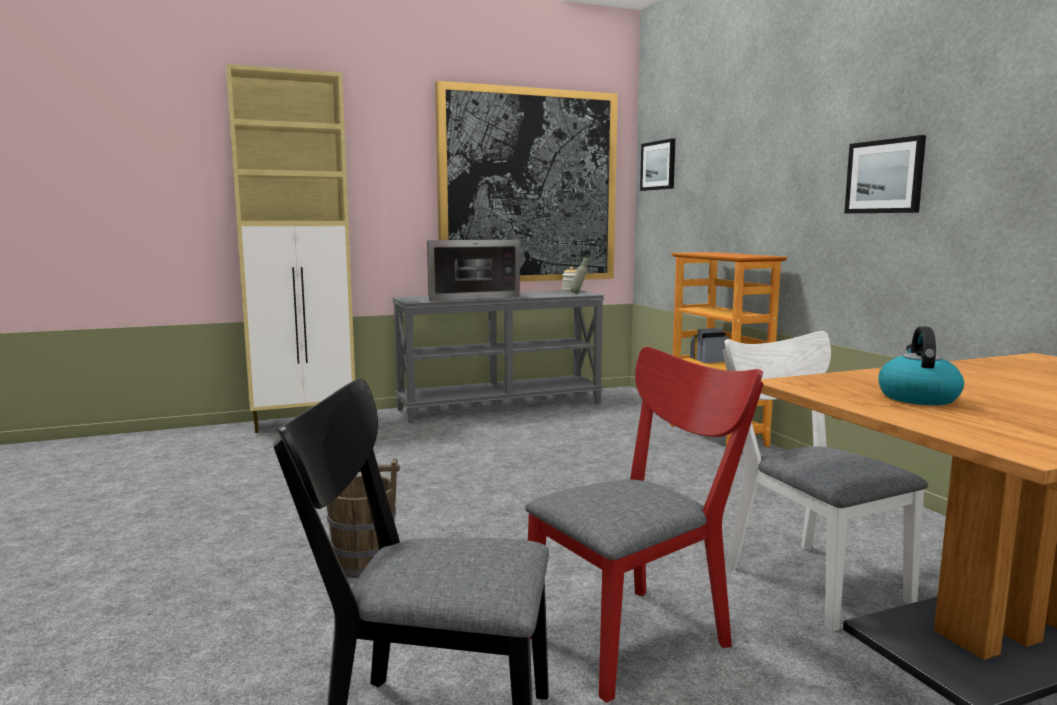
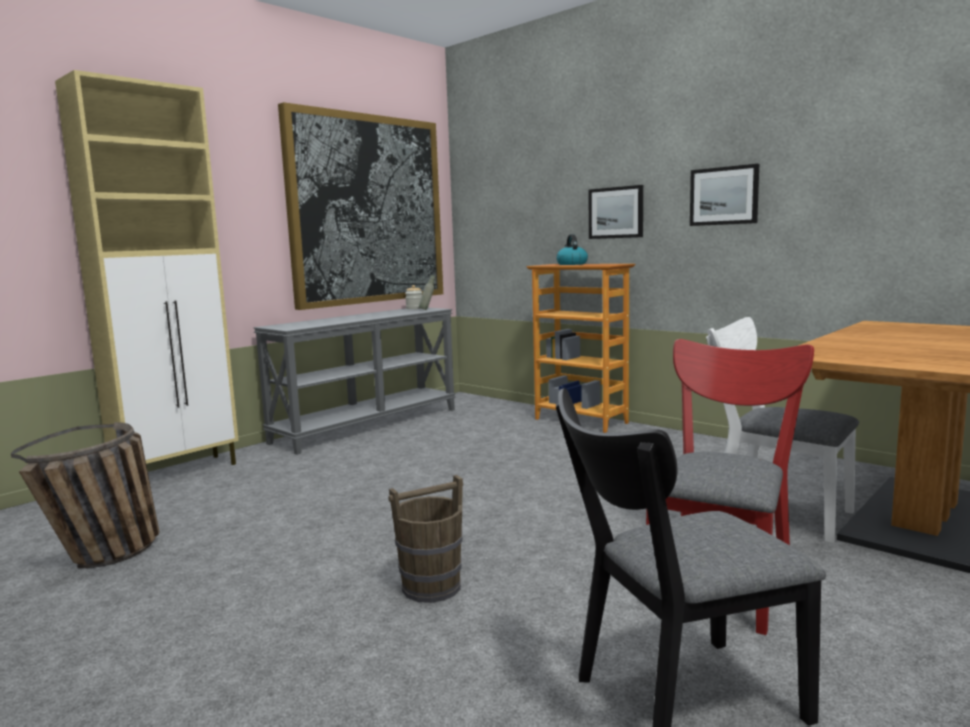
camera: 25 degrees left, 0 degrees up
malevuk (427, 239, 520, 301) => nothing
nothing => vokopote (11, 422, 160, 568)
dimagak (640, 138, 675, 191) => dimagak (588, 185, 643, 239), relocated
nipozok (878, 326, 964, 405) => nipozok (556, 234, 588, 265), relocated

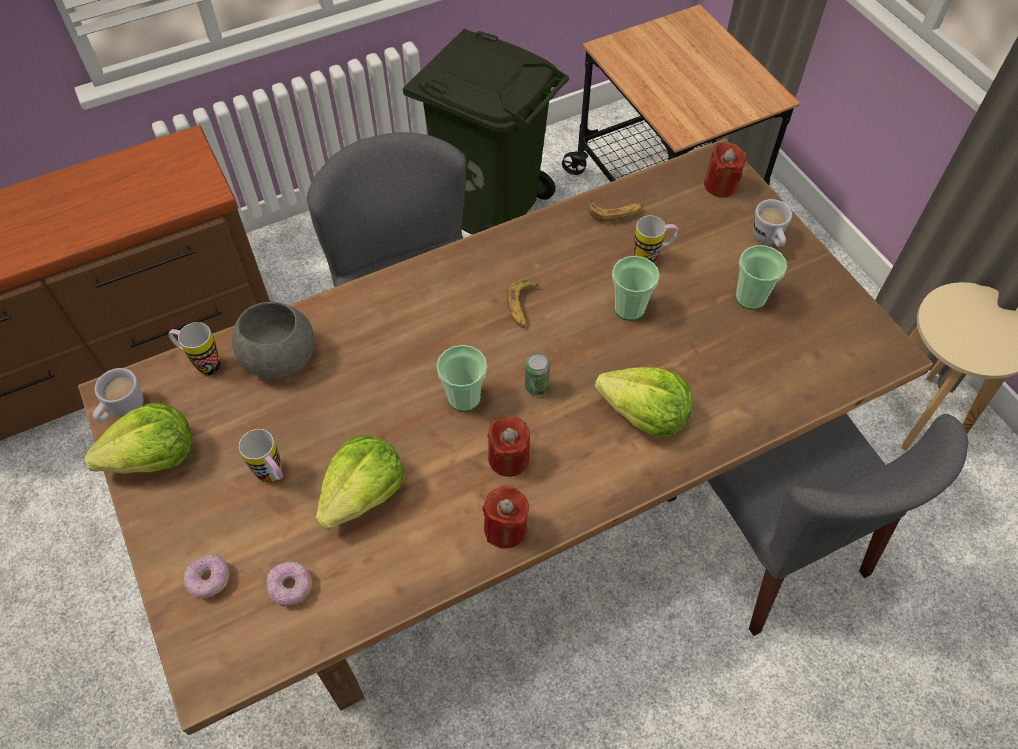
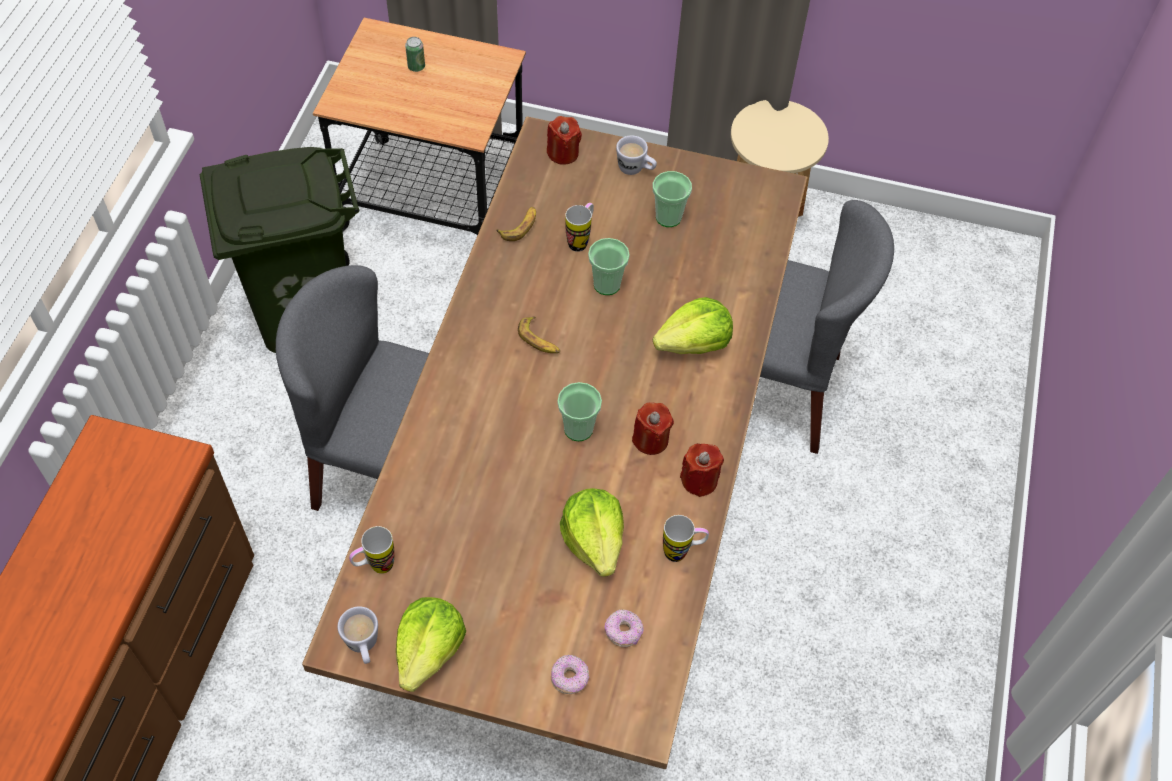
camera: 50 degrees left, 0 degrees up
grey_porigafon (232, 302, 315, 379) => nothing
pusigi (239, 429, 283, 483) => pusigi (663, 515, 709, 562), relocated
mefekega (525, 353, 550, 396) => mefekega (405, 37, 425, 72), relocated

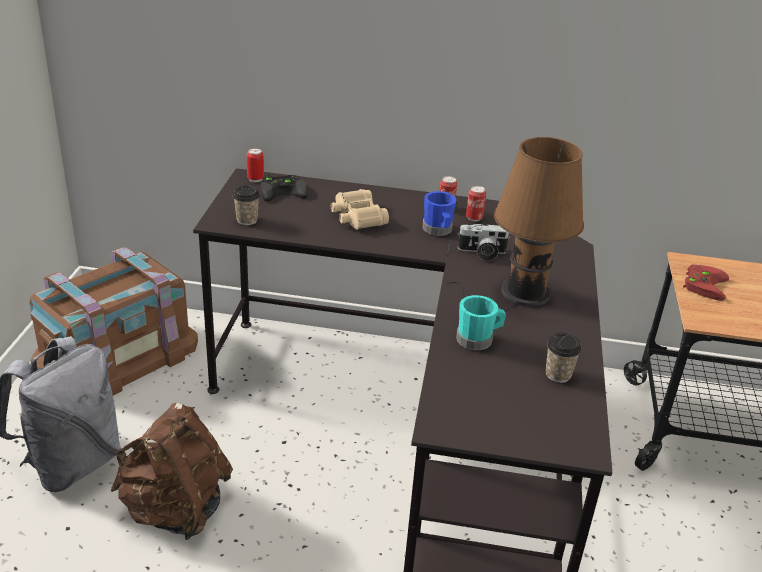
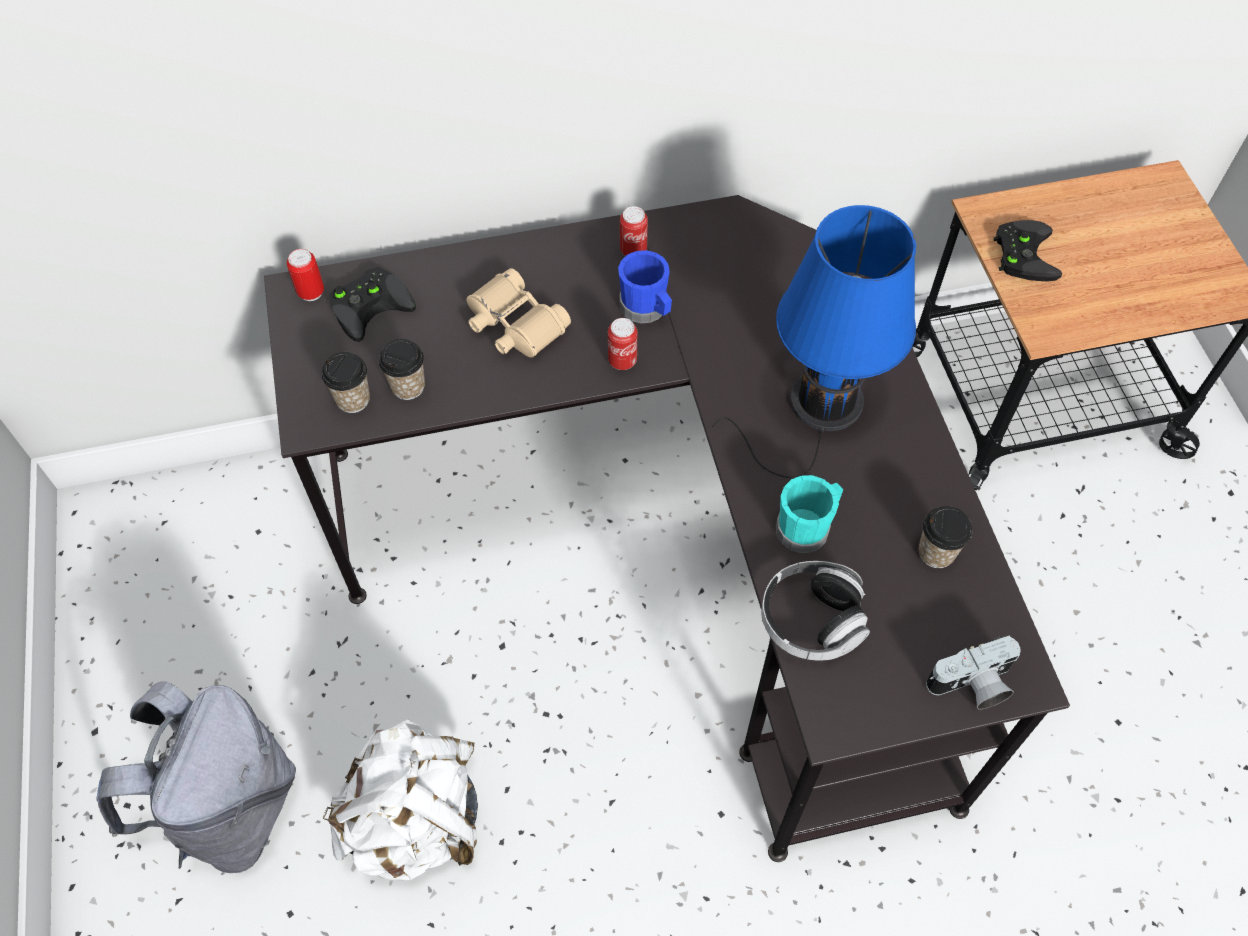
camera: 20 degrees left, 25 degrees up
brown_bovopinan (29, 247, 198, 395) => nothing
nothing => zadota (379, 339, 425, 400)
nothing => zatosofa (761, 561, 870, 660)
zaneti (457, 224, 509, 261) => zaneti (926, 635, 1021, 709), relocated
mefekega (466, 186, 486, 221) => mefekega (608, 318, 637, 370), relocated
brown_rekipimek (111, 403, 233, 540) => white_rekipimek (323, 719, 478, 881)
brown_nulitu (446, 137, 584, 312) => blue_nulitu (712, 205, 916, 478)
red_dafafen (683, 264, 729, 301) => black_dafafen (993, 220, 1062, 281)

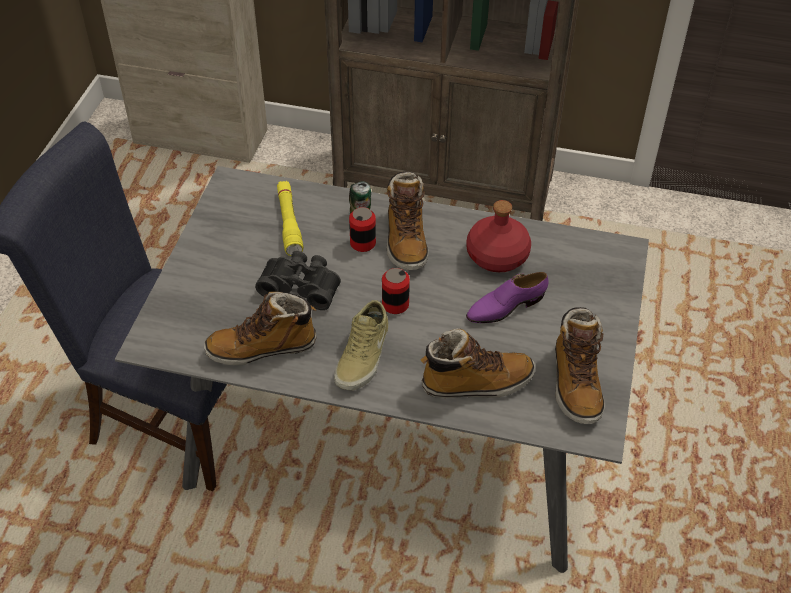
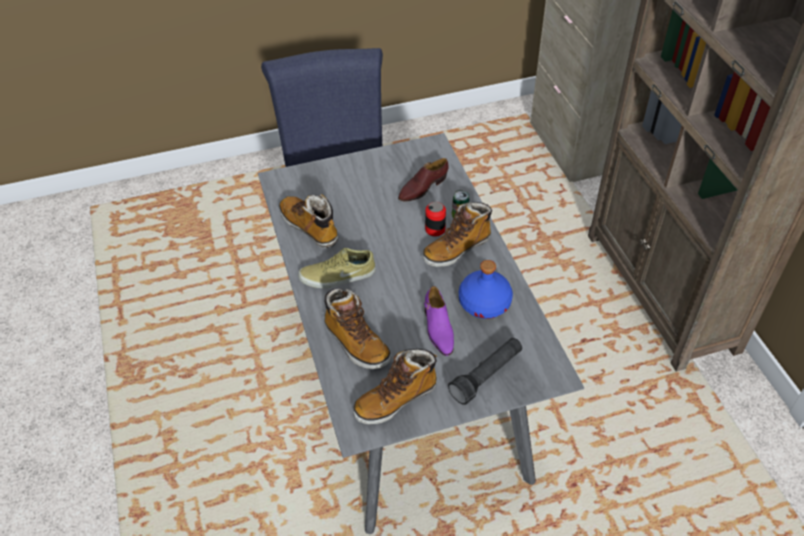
camera: 60 degrees right, 0 degrees up
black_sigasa (255, 251, 341, 310) => nothing
mefekega (382, 268, 410, 314) => nothing
nothing => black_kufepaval (448, 338, 522, 405)
yellow_kufepaval (277, 181, 303, 256) => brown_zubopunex (398, 158, 449, 201)
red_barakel (467, 200, 531, 272) => blue_barakel (459, 260, 513, 319)
purple_zubopunex (466, 272, 549, 323) => purple_zubopunex (424, 286, 454, 356), 135 degrees counterclockwise

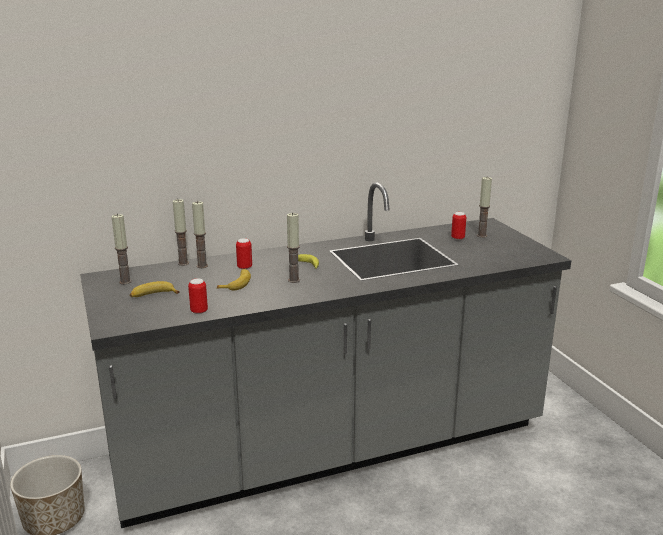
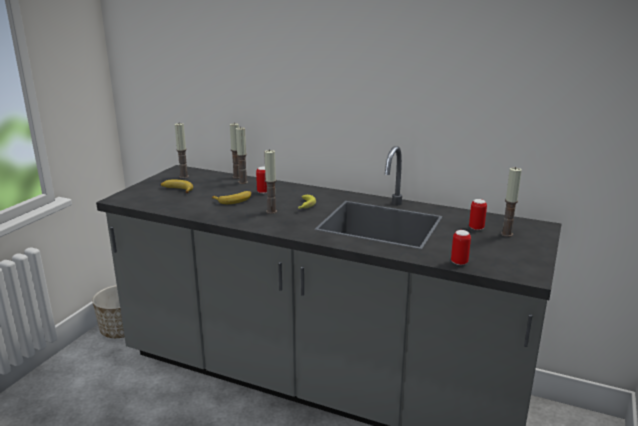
camera: 45 degrees right, 0 degrees up
mefekega (188, 278, 208, 314) => mefekega (451, 230, 471, 265), relocated

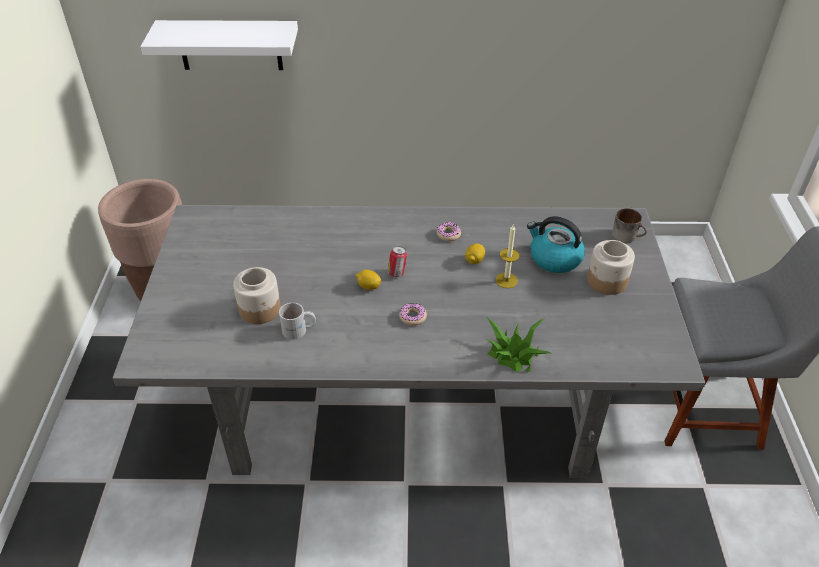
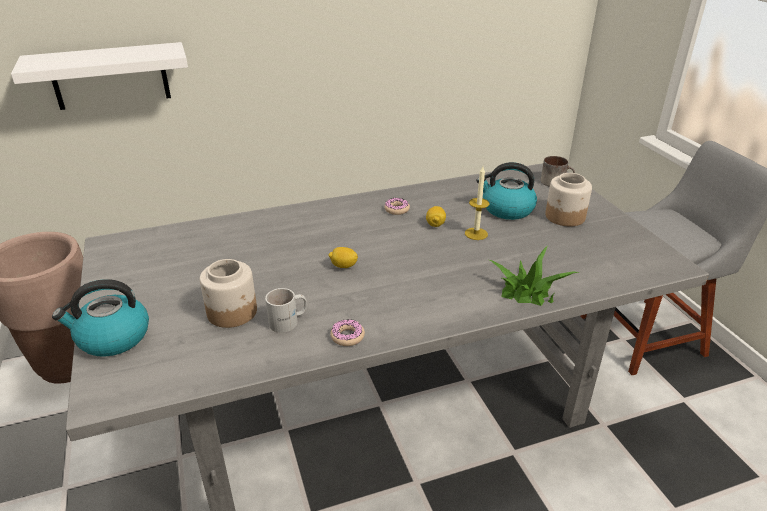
camera: 20 degrees left, 10 degrees down
mefekega (388, 246, 407, 277) => nothing
nothing => nipozok (52, 279, 149, 357)
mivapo (399, 303, 427, 326) => mivapo (330, 319, 365, 346), relocated

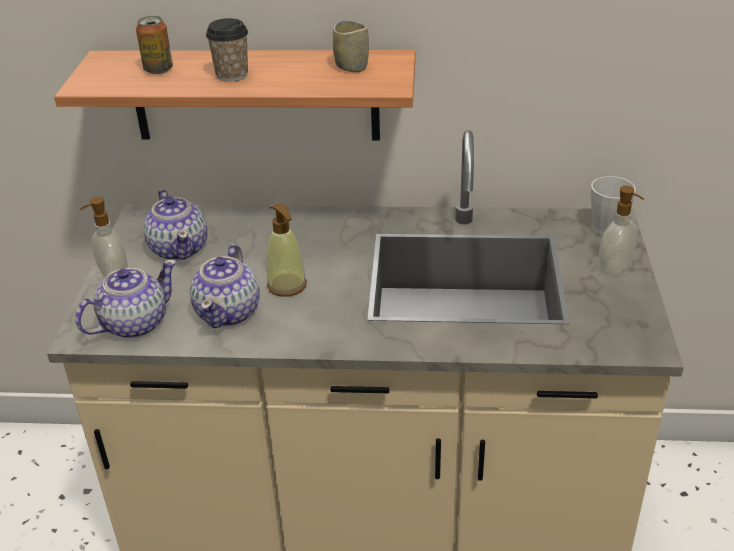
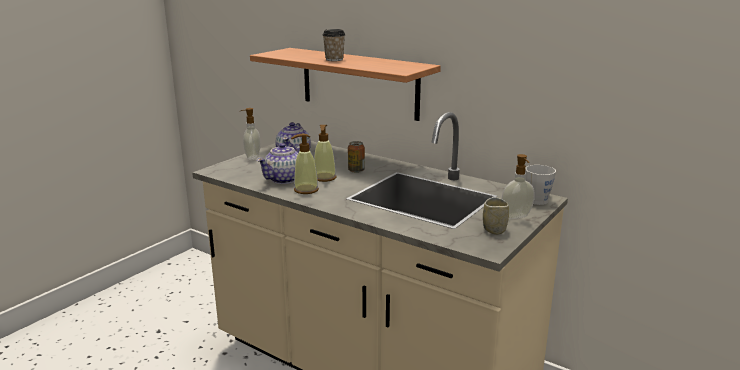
camera: 30 degrees right, 15 degrees down
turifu (75, 260, 177, 338) => nothing
nothing => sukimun (291, 134, 319, 194)
mefekega (136, 16, 173, 74) => mefekega (348, 141, 365, 173), relocated
zadota (333, 20, 369, 72) => zadota (483, 197, 509, 235), relocated

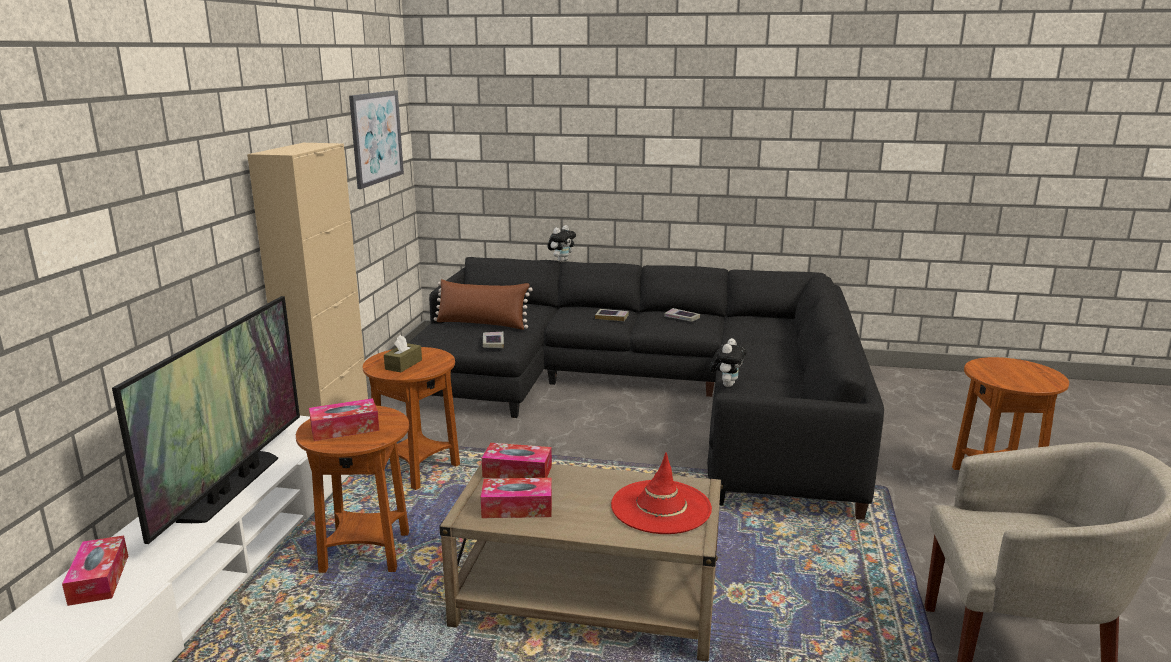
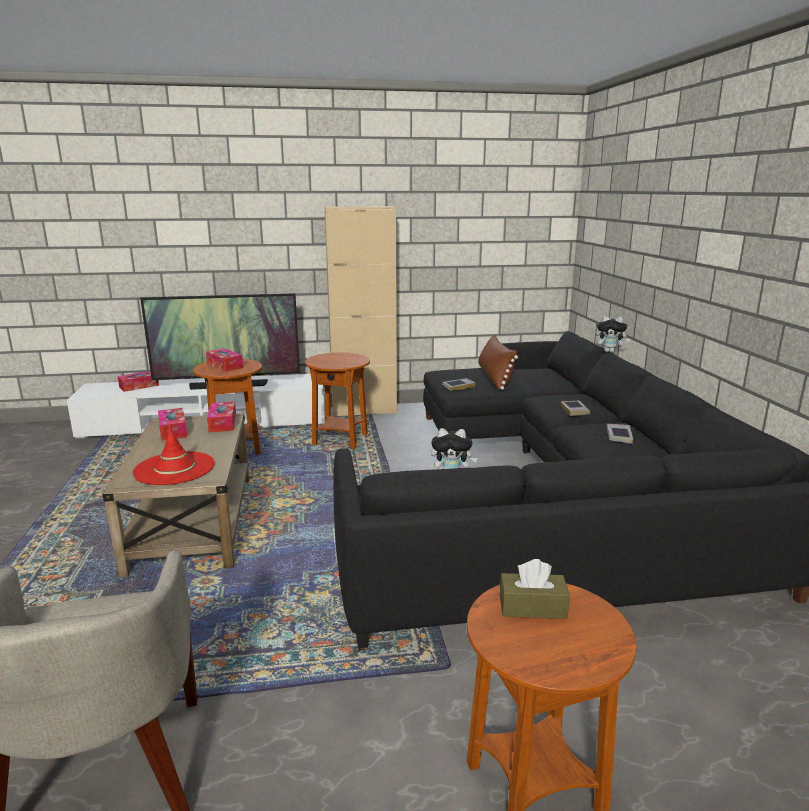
camera: 70 degrees right, 0 degrees up
dimagak (349, 90, 404, 189) => nothing
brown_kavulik (384, 335, 422, 372) => brown_kavulik (500, 559, 570, 619), relocated

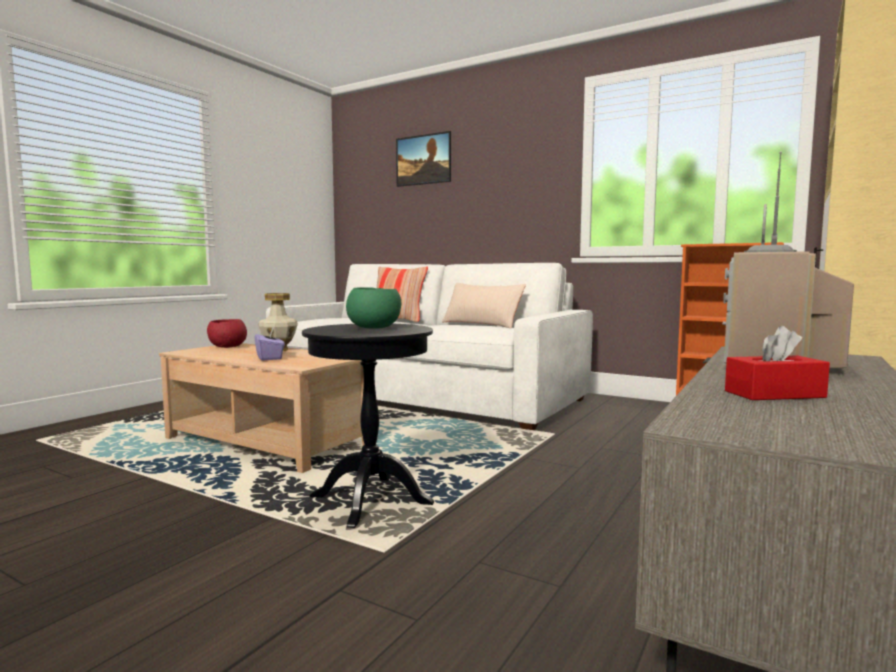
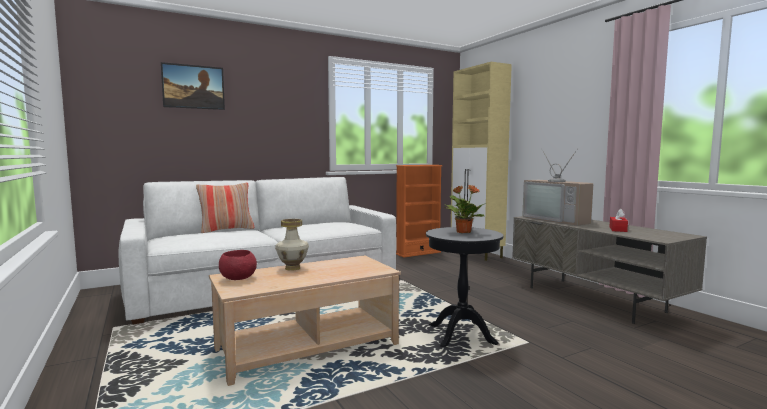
camera: 60 degrees left, 0 degrees up
purple_kavulik (255, 327, 284, 361) => nothing
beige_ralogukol (442, 283, 526, 328) => nothing
green_porigafon (346, 287, 401, 329) => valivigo (443, 185, 486, 233)

